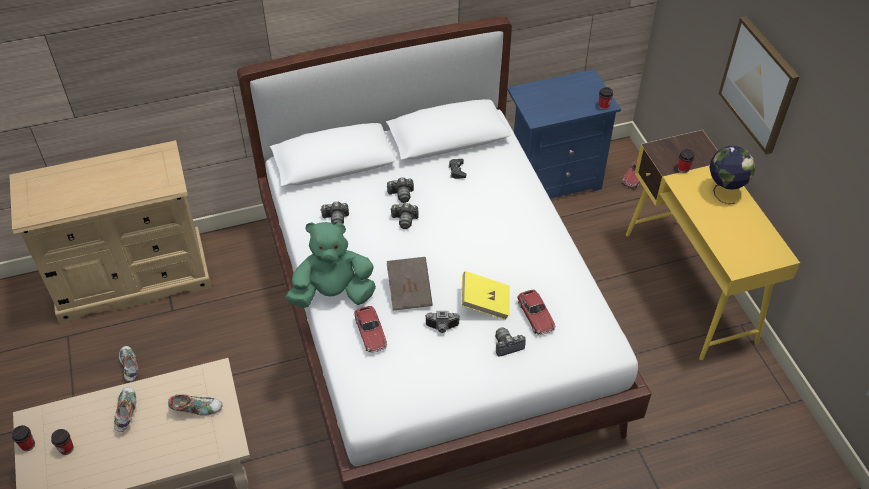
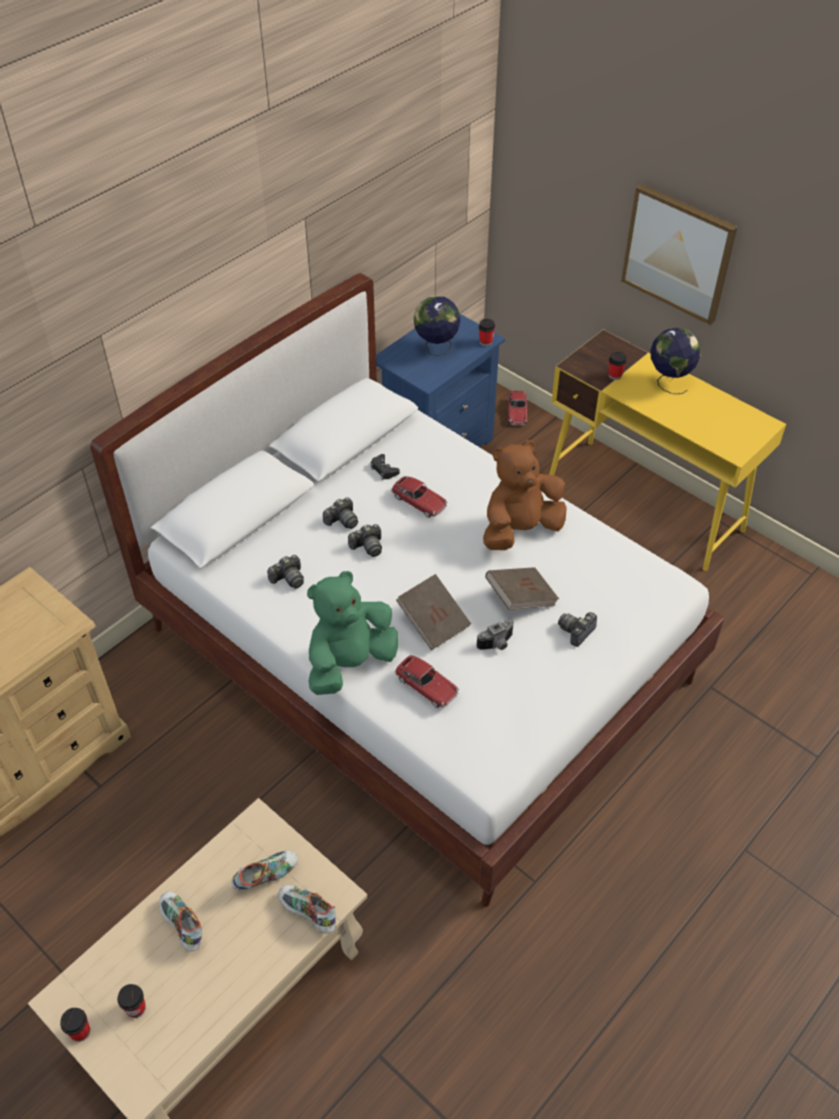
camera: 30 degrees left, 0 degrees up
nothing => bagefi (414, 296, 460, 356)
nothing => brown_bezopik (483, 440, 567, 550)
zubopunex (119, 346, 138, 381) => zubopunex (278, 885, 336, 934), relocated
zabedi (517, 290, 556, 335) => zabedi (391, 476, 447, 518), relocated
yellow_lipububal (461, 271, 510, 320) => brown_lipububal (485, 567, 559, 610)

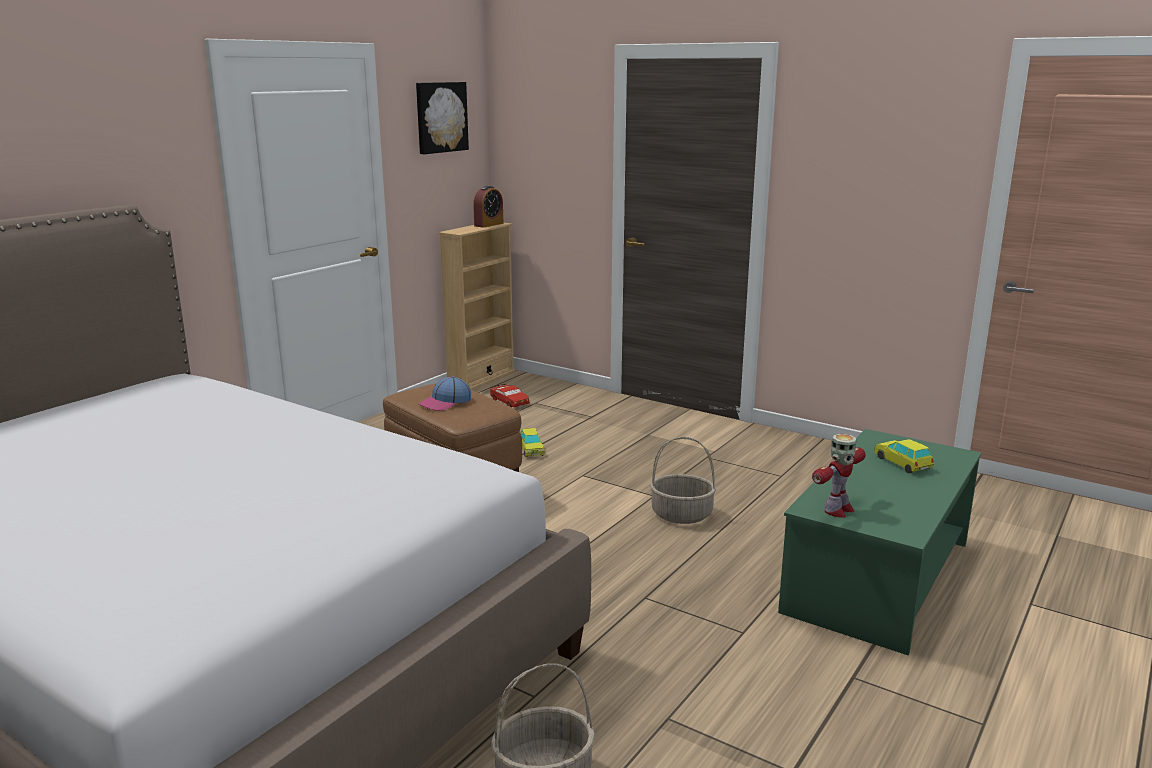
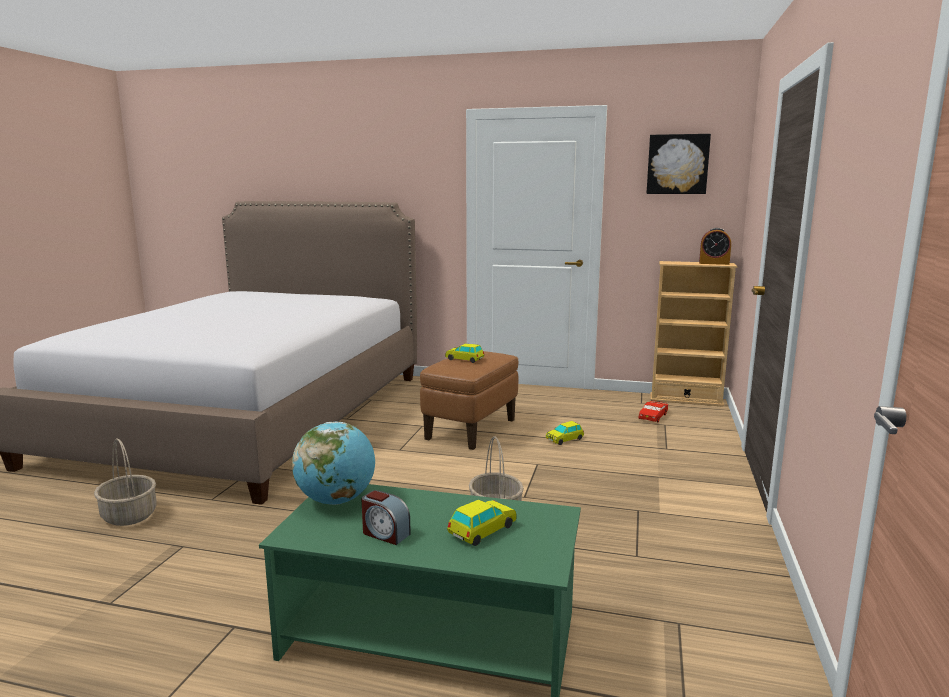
camera: 70 degrees right, 5 degrees down
nothing => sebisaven (361, 490, 411, 545)
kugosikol (419, 376, 471, 411) => zabedi (445, 344, 484, 363)
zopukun (812, 434, 866, 518) => bagefi (292, 422, 375, 505)

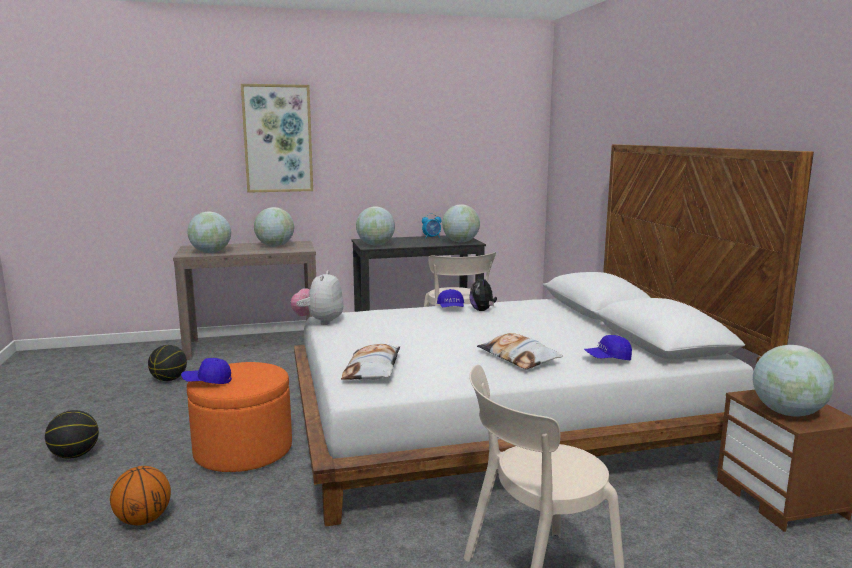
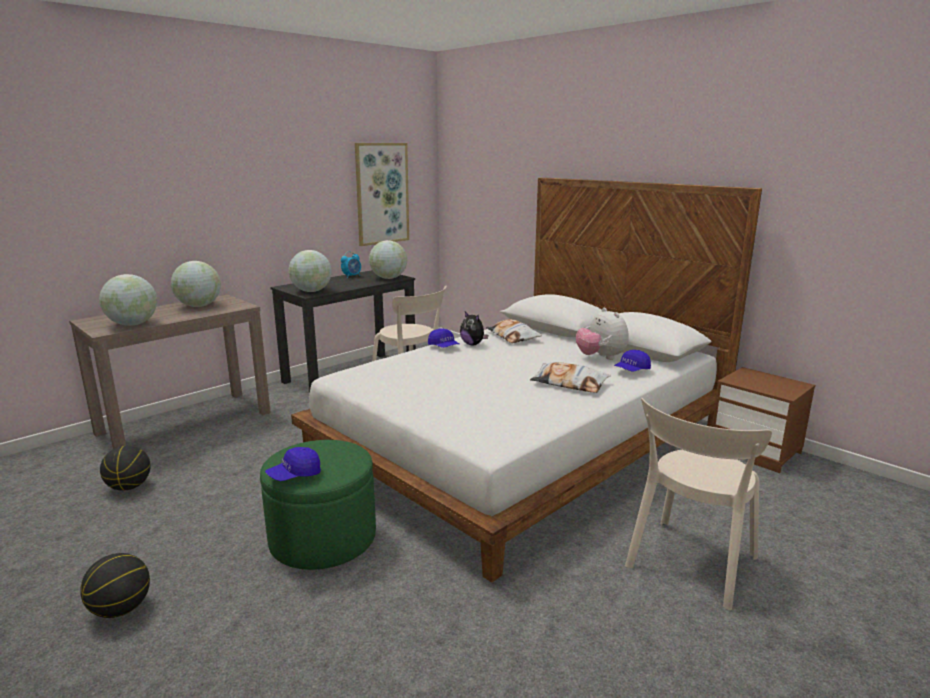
camera: 30 degrees left, 5 degrees up
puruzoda (110, 466, 171, 526) => nothing
bagefi (753, 345, 834, 417) => nothing
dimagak (241, 84, 313, 193) => dimagak (355, 143, 409, 246), relocated
bezopik (291, 270, 344, 325) => bezopik (576, 308, 628, 360), relocated
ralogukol (341, 344, 400, 380) => ralogukol (486, 319, 542, 343), relocated
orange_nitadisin (187, 362, 292, 472) => green_nitadisin (260, 440, 376, 570)

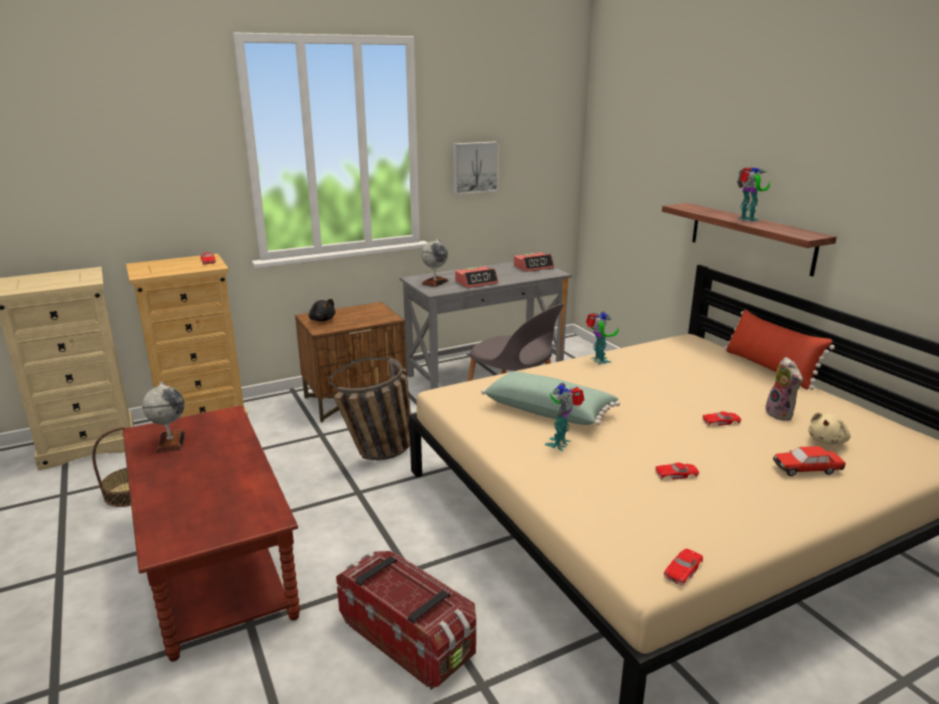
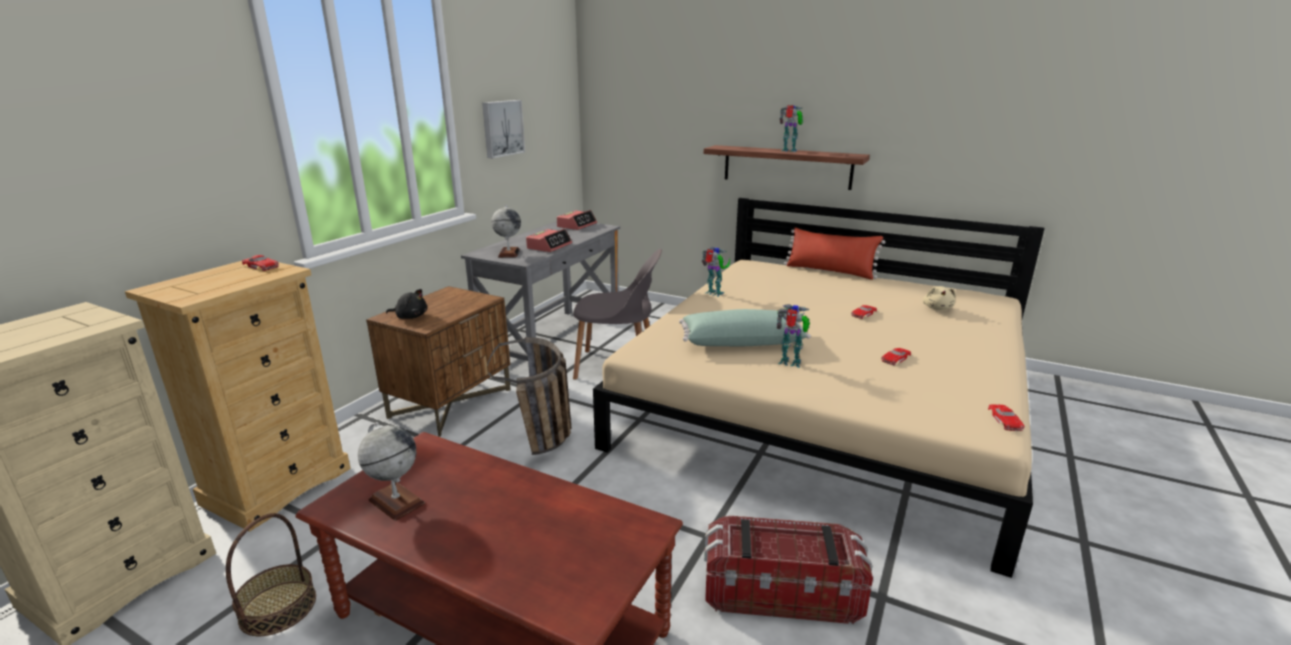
camera: 35 degrees left, 0 degrees up
bezopik (765, 357, 803, 421) => nothing
zabedi (773, 446, 846, 476) => nothing
zopukun (545, 383, 584, 451) => zopukun (777, 304, 810, 368), 120 degrees clockwise

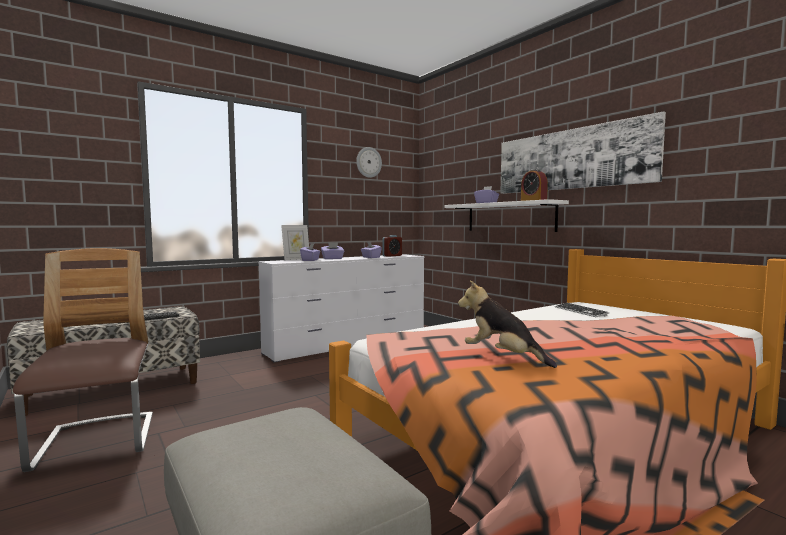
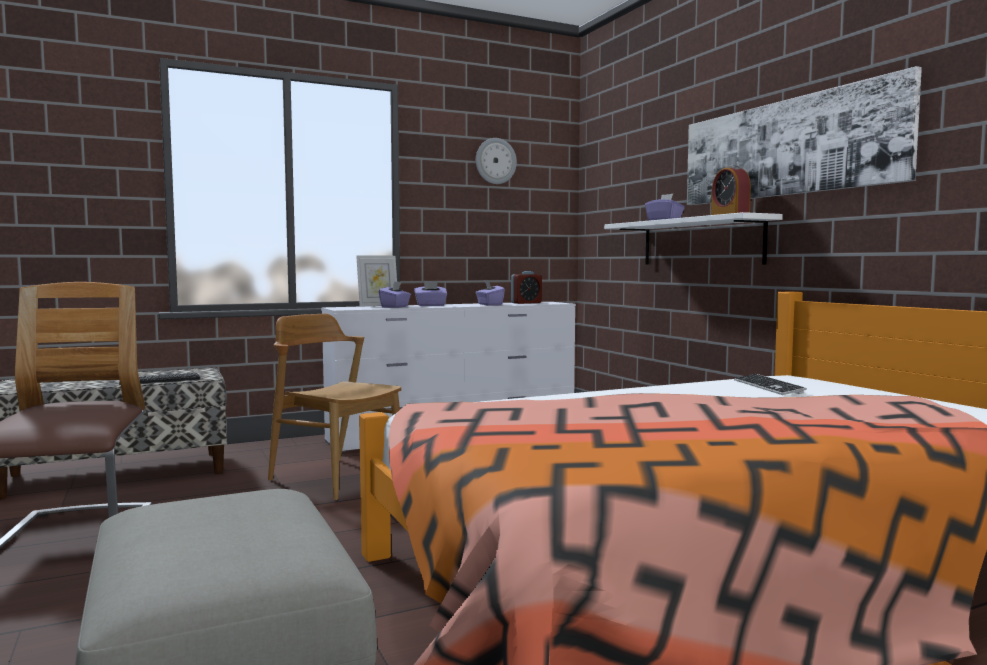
camera: 10 degrees right, 0 degrees up
bezopik (458, 281, 557, 368) => nothing
nothing => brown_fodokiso (268, 314, 402, 500)

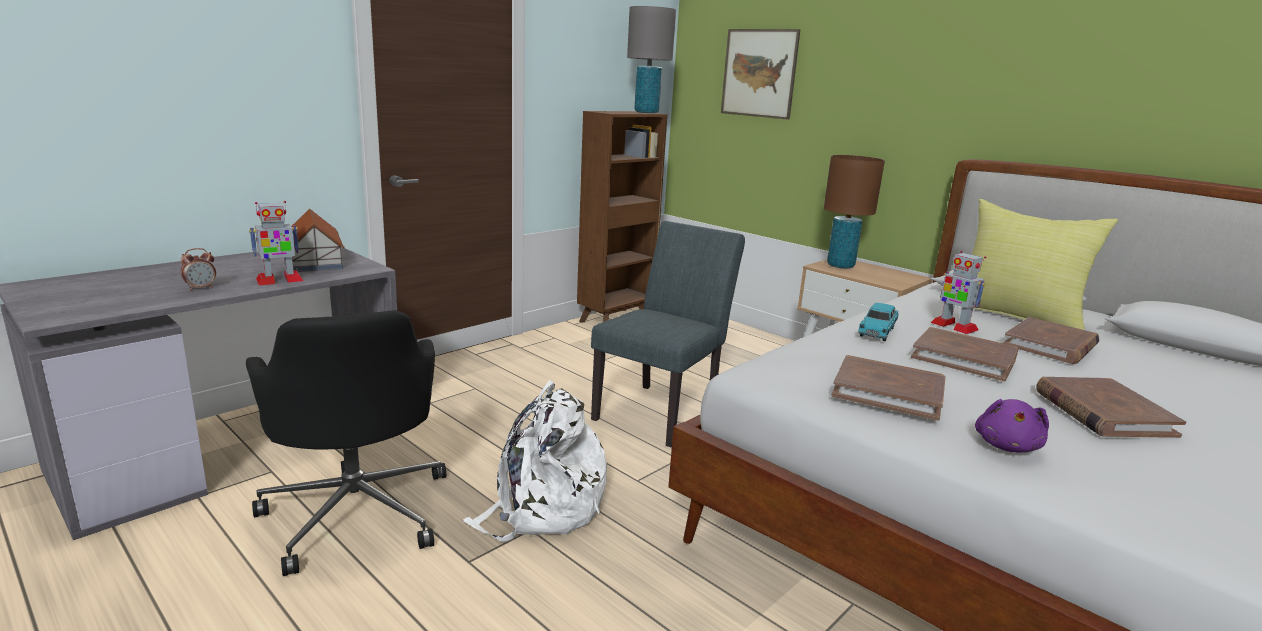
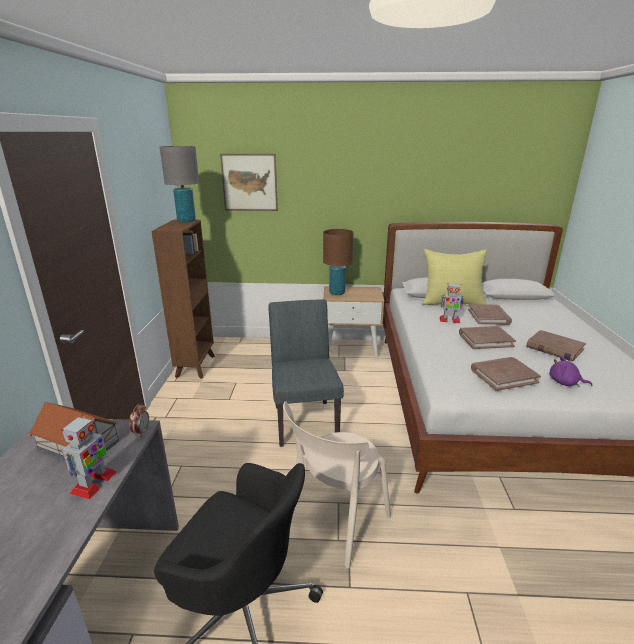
camera: 40 degrees left, 5 degrees up
turquoise_zabedi (858, 303, 899, 341) => nothing
sebisaven (180, 248, 216, 291) => sebisaven (130, 403, 149, 437), relocated
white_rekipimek (463, 380, 607, 542) => beige_fodokiso (284, 401, 391, 568)
purple_bezopik (975, 399, 1049, 453) => purple_bezopik (549, 356, 593, 387), 135 degrees clockwise

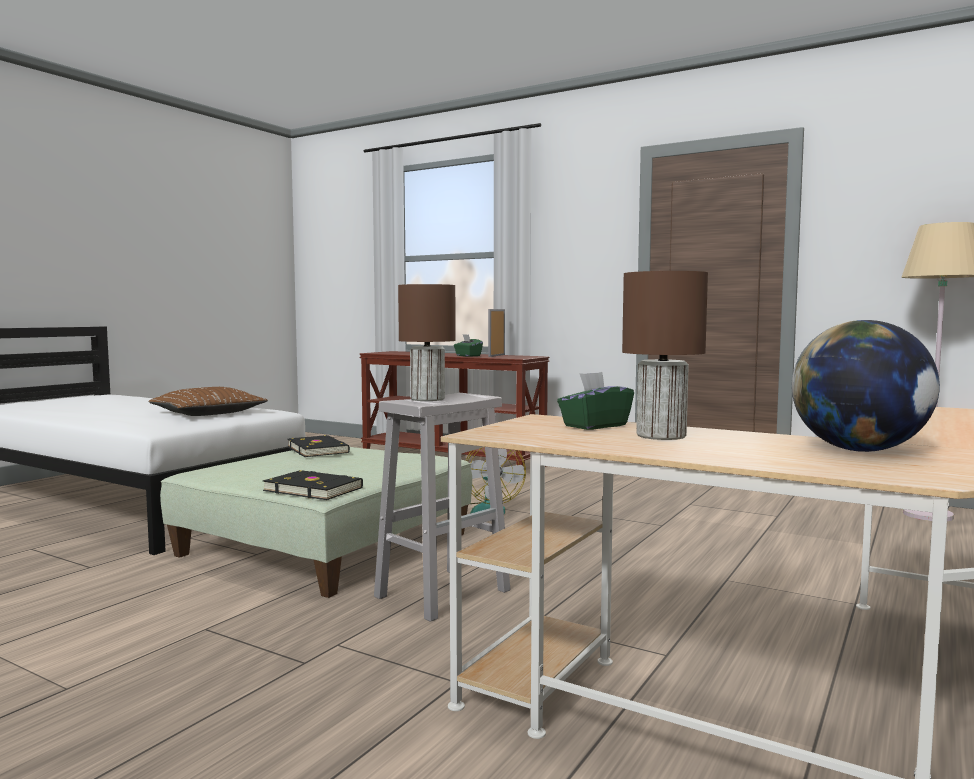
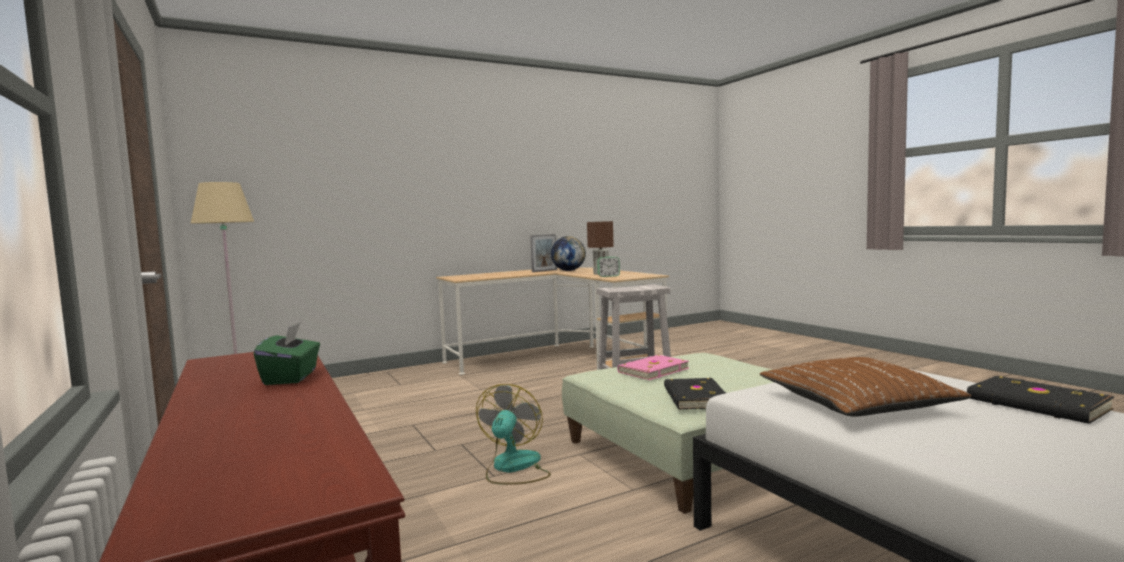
camera: 150 degrees left, 0 degrees up
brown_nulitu (398, 284, 456, 401) => nothing
nothing => pink_lipububal (617, 355, 689, 380)
black_lipububal (263, 470, 363, 500) => black_lipububal (967, 376, 1114, 424), relocated
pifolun (488, 309, 505, 357) => pifolun (530, 234, 557, 272), relocated
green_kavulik (557, 372, 634, 430) => sebisaven (597, 257, 620, 277)

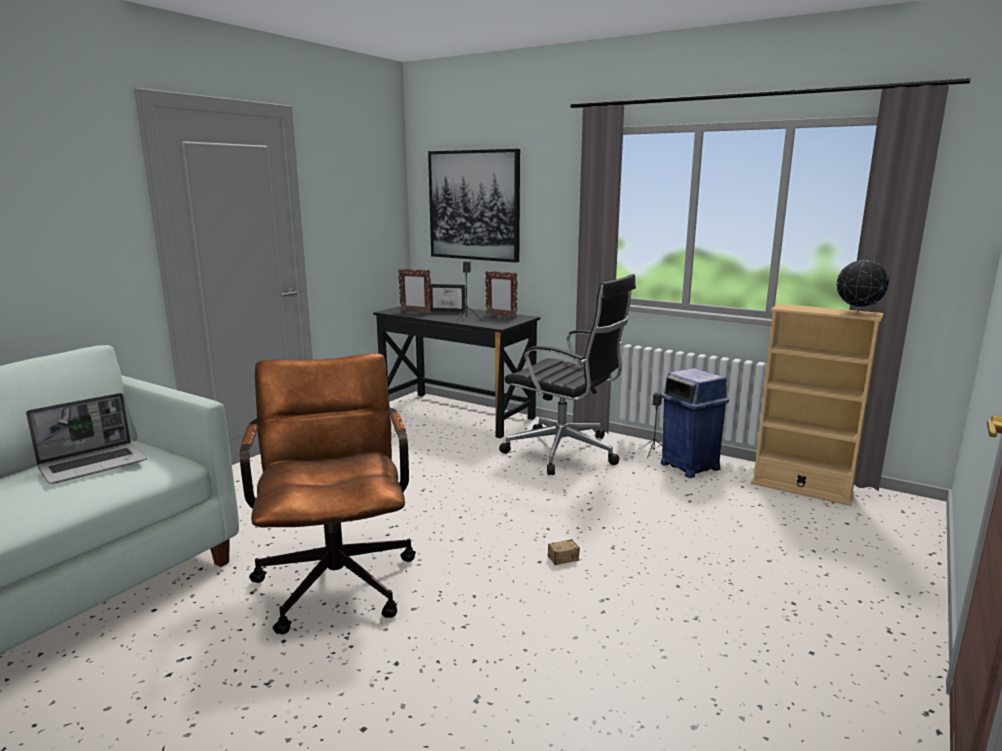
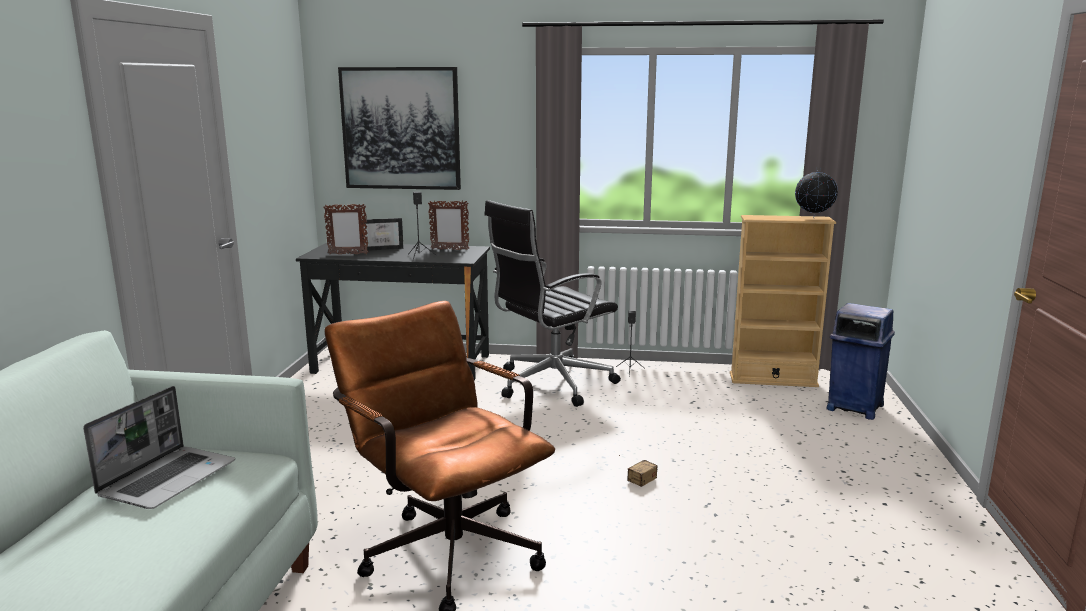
camera: 25 degrees left, 0 degrees up
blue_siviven (661, 368, 729, 478) => blue_siviven (826, 303, 895, 420), relocated
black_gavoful (499, 274, 636, 475) => black_gavoful (484, 200, 621, 407), 135 degrees clockwise

